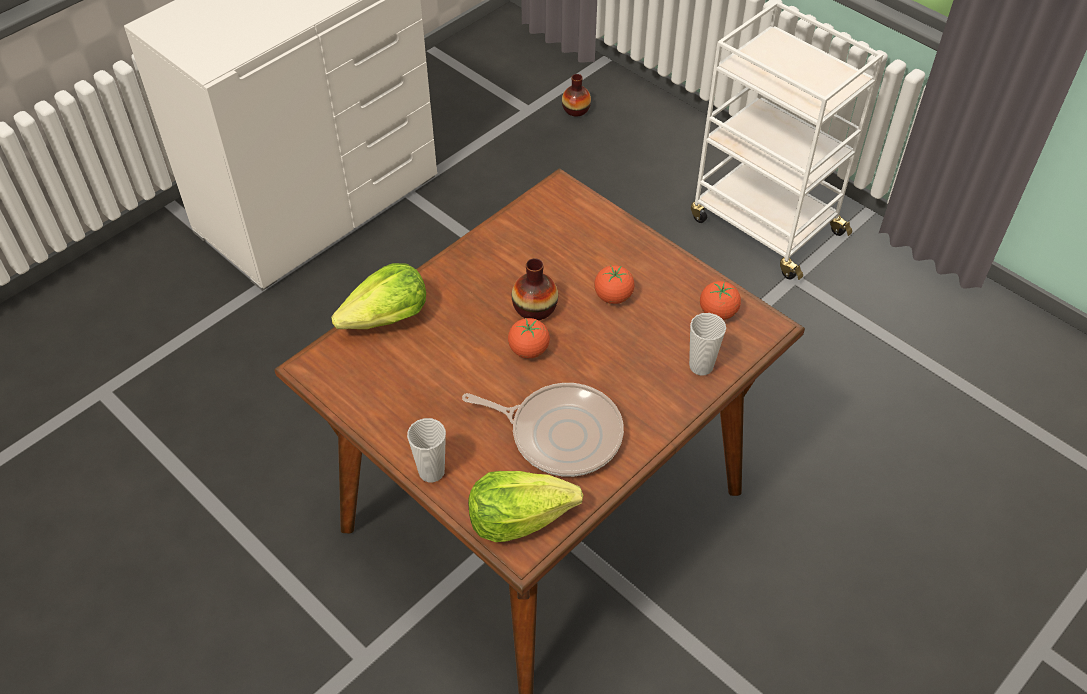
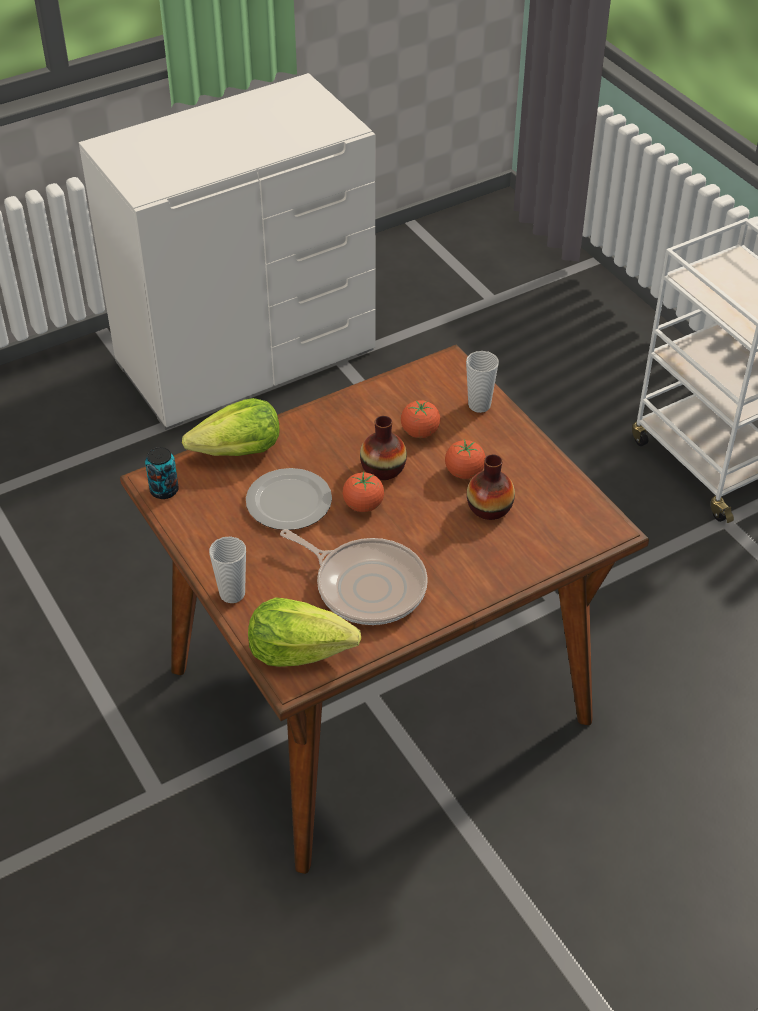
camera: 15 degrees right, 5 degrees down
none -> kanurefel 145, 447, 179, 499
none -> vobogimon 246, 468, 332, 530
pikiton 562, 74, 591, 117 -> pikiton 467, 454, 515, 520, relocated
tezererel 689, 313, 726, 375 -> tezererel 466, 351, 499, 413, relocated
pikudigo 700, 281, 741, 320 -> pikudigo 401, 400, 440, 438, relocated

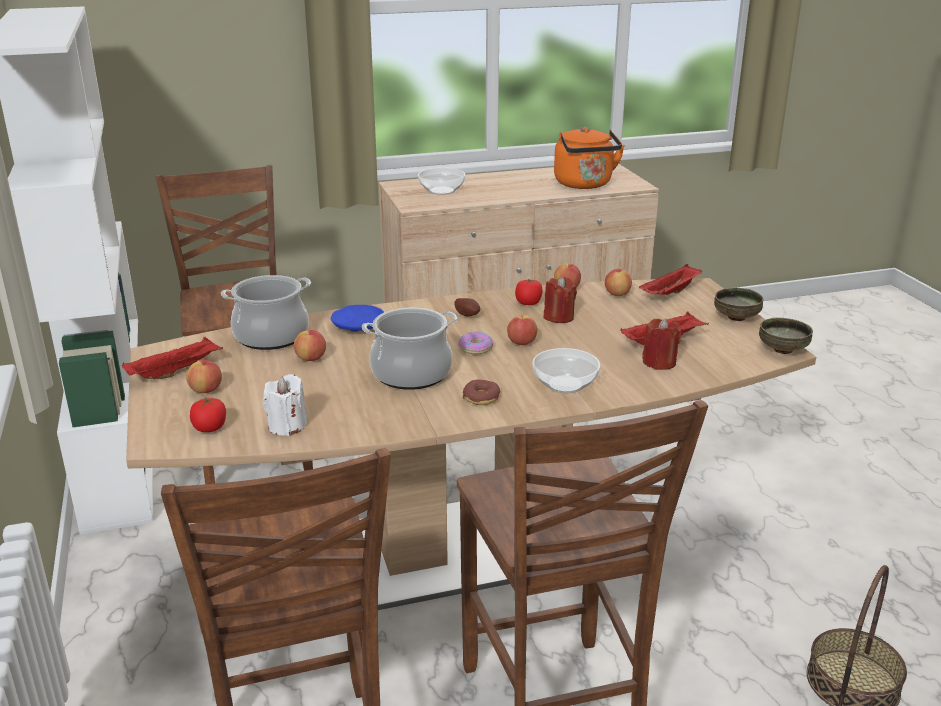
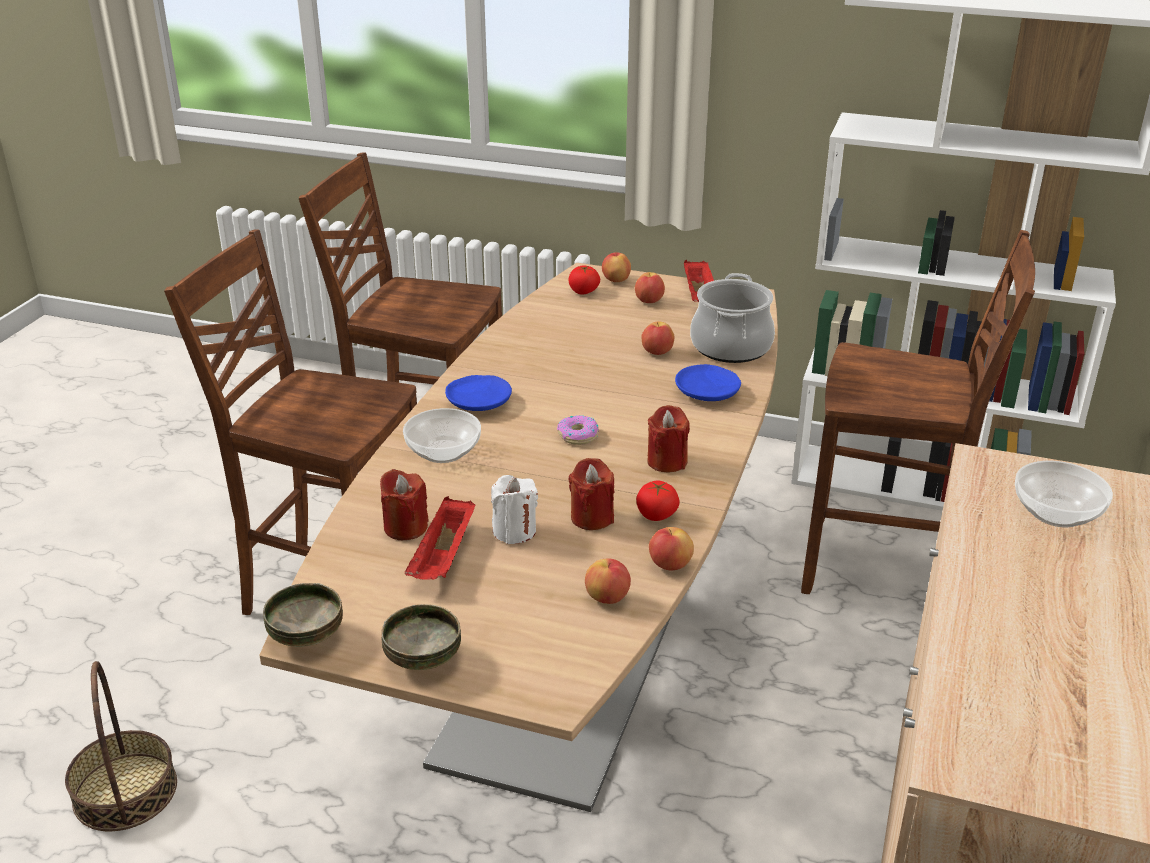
camera: 125 degrees right, 5 degrees up
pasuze 362, 308, 457, 390 -> none
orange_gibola 554, 127, 625, 189 -> none
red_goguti 639, 264, 703, 295 -> none
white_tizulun 263, 374, 307, 436 -> white_tizulun 491, 475, 538, 544, relocated
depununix 507, 315, 537, 345 -> depununix 602, 251, 631, 282, relocated
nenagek 455, 298, 480, 317 -> red_tizulun 647, 405, 690, 472
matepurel 463, 380, 500, 405 -> blue_vobogimon 445, 375, 512, 411

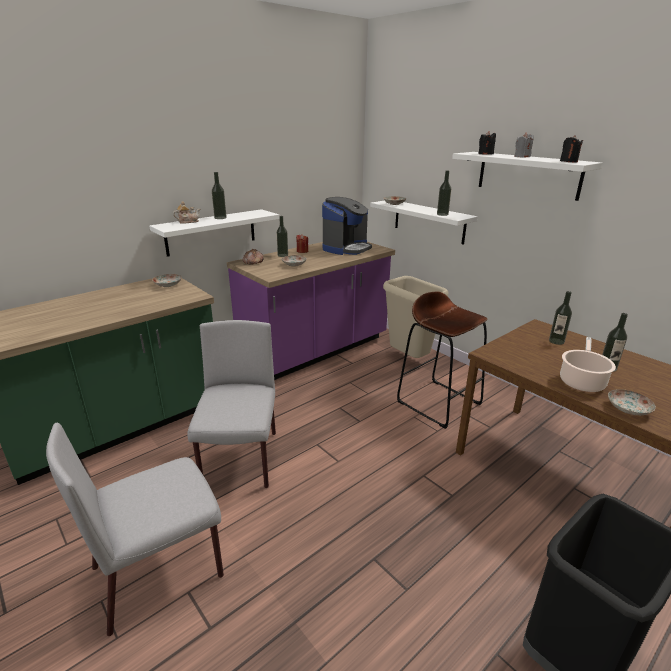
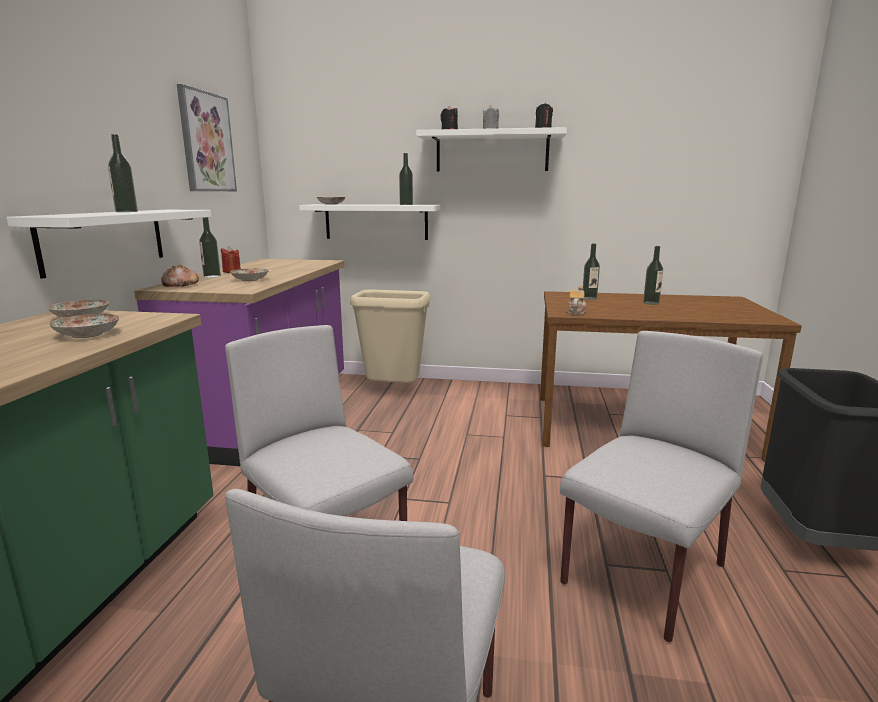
camera: 40 degrees left, 10 degrees down
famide 322, 197, 372, 255 -> none
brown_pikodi 397, 292, 488, 429 -> none
pasuze 560, 337, 616, 392 -> none
none -> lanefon 177, 84, 237, 191
none -> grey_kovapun 560, 331, 763, 642
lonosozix 173, 201, 200, 224 -> lonosozix 567, 286, 587, 315, relocated
vobogimon 608, 389, 656, 416 -> vobogimon 49, 314, 120, 338, relocated

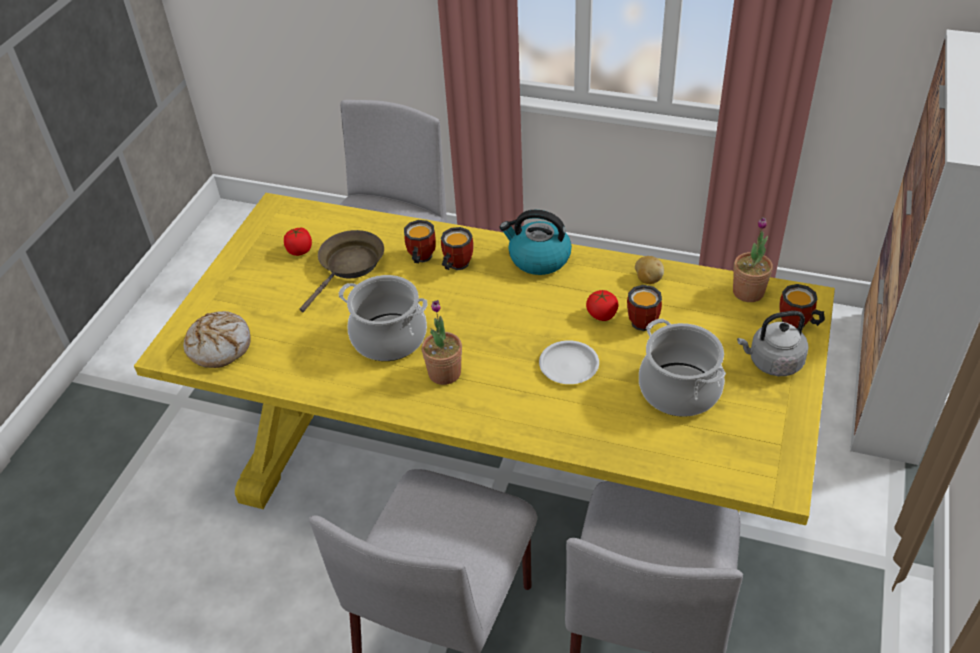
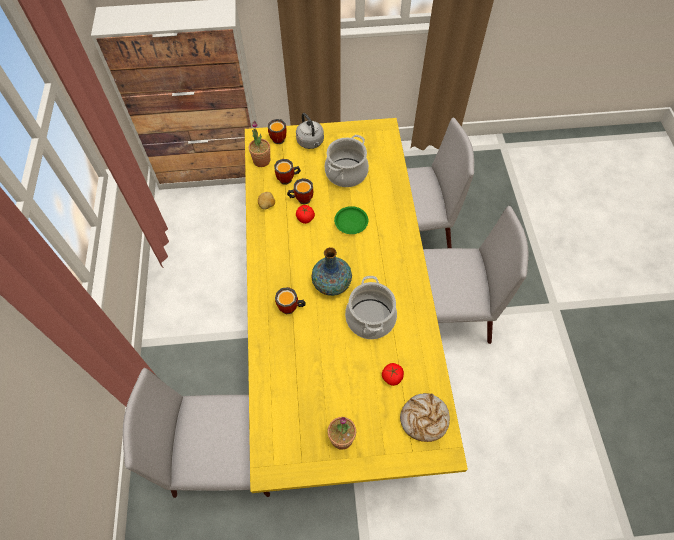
camera: 115 degrees left, 15 degrees up
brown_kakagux 300, 230, 384, 312 -> none
gibola 500, 210, 572, 275 -> none
none -> pikiton 311, 247, 352, 296
pikudigo 284, 227, 312, 256 -> pikudigo 382, 363, 404, 386, relocated
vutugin 404, 220, 436, 263 -> vutugin 274, 159, 301, 185, relocated
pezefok 422, 300, 462, 385 -> pezefok 328, 417, 356, 450, relocated
white_vobogimon 539, 340, 599, 384 -> green_vobogimon 334, 206, 368, 234

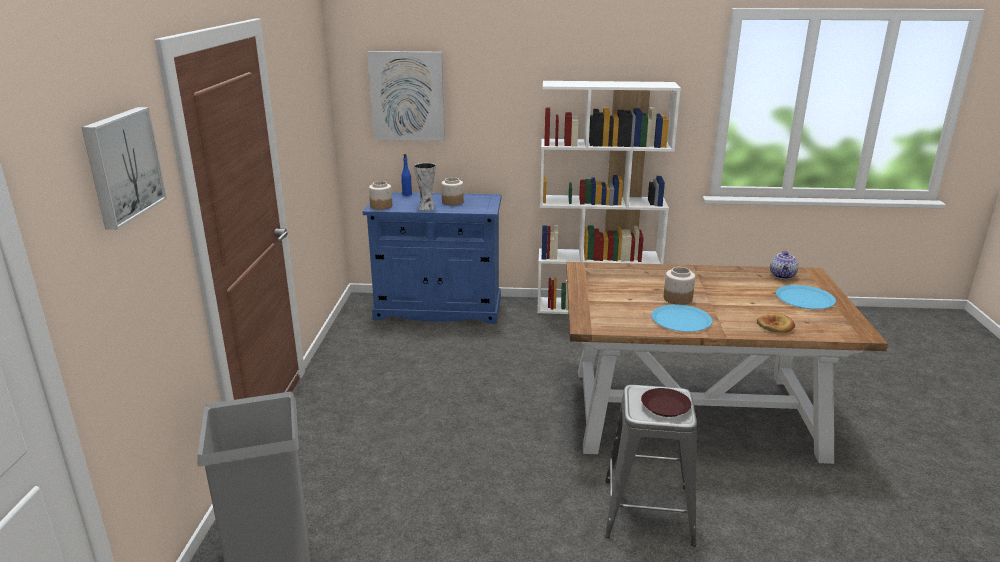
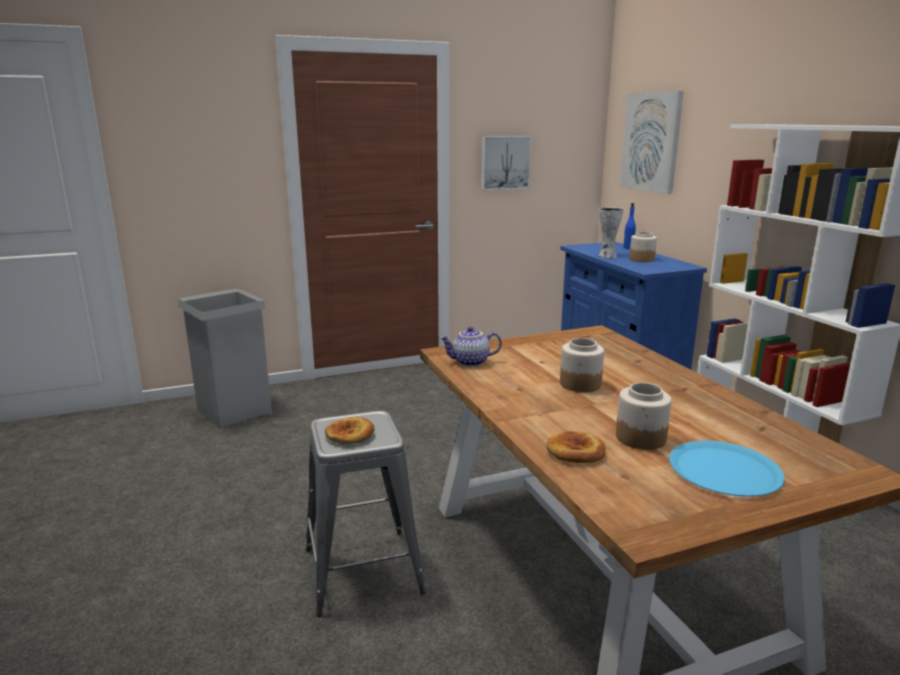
camera: 65 degrees right, 5 degrees down
blue_vobogimon 651, 304, 712, 332 -> none
lanefon 81, 107, 167, 229 -> lanefon 481, 136, 532, 191, relocated
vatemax 369, 181, 392, 210 -> vatemax 616, 383, 672, 450, relocated
lonosozix 770, 250, 798, 279 -> lonosozix 440, 327, 502, 367, relocated
brown_vobogimon 641, 388, 691, 417 -> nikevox 325, 417, 374, 444

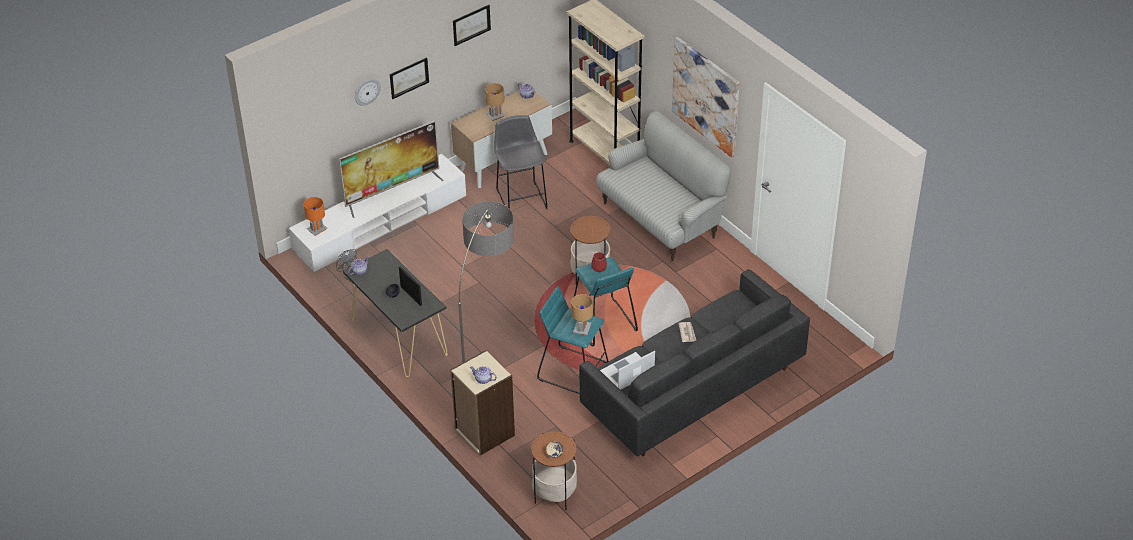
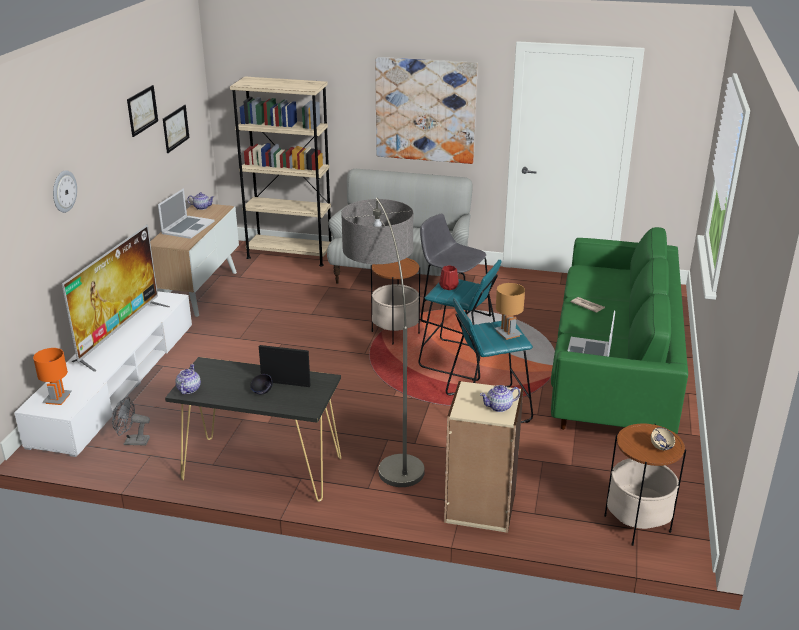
camera: 40 degrees left, 15 degrees down
lanefon 390, 57, 429, 99 -> lanefon 163, 105, 189, 153, relocated
grey_pikodi 494, 115, 548, 209 -> grey_pikodi 420, 214, 492, 335, relocated
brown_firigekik 485, 83, 506, 121 -> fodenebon 158, 188, 215, 239
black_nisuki 579, 269, 810, 456 -> green_nisuki 551, 227, 688, 434

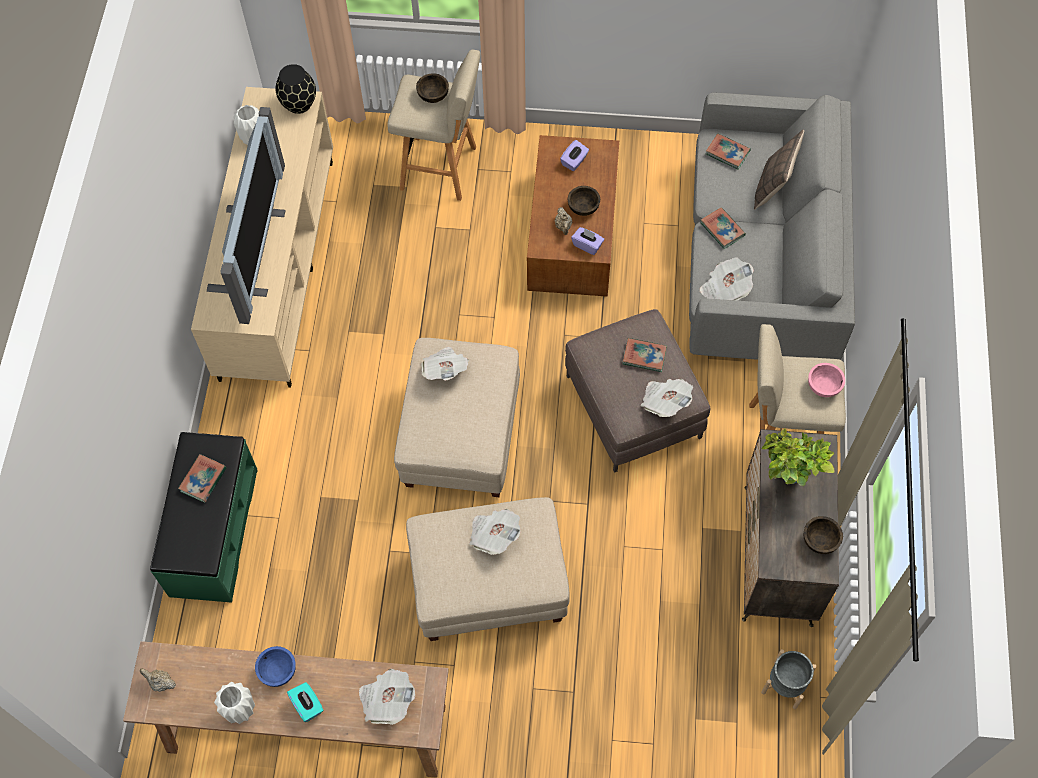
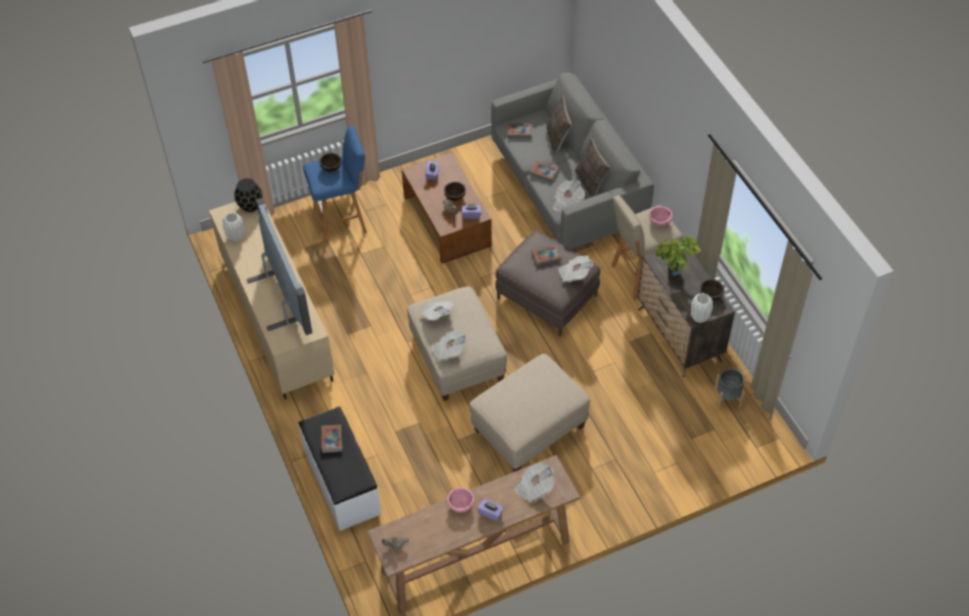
camera: 30 degrees left, 10 degrees down
none -> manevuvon 575, 138, 610, 197
white_pikiton 214, 682, 255, 724 -> white_pikiton 691, 293, 713, 323, relocated
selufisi 469, 509, 521, 555 -> selufisi 431, 330, 467, 361, relocated
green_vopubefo 150, 432, 258, 603 -> white_vopubefo 298, 406, 381, 531
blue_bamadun 255, 646, 296, 687 -> pink_bamadun 447, 487, 474, 513
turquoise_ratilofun 287, 682, 324, 722 -> purple_ratilofun 477, 499, 504, 521
beige_pikodi 387, 50, 481, 201 -> blue_pikodi 303, 126, 367, 243

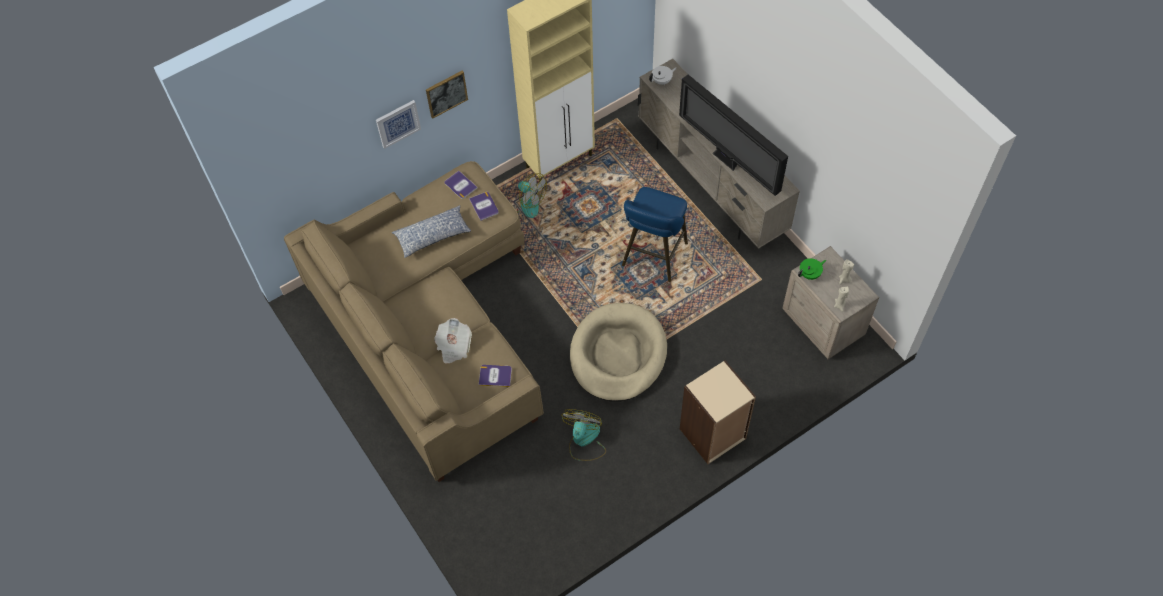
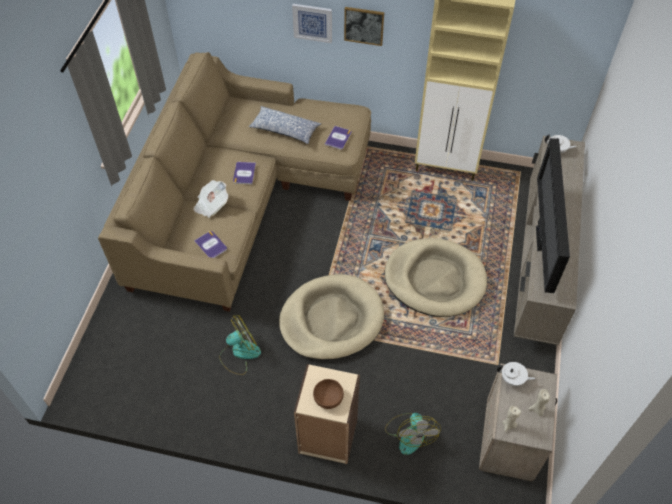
camera: 45 degrees right, 5 degrees down
none -> brown_bamadun 313, 379, 344, 409
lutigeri 444, 171, 478, 199 -> lutigeri 233, 162, 256, 185, relocated
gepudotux 508, 173, 547, 218 -> gepudotux 385, 413, 441, 455, relocated
blue_pikodi 622, 187, 688, 282 -> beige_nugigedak 384, 238, 487, 317
green_lonosozix 798, 258, 826, 280 -> white_lonosozix 497, 362, 535, 386

